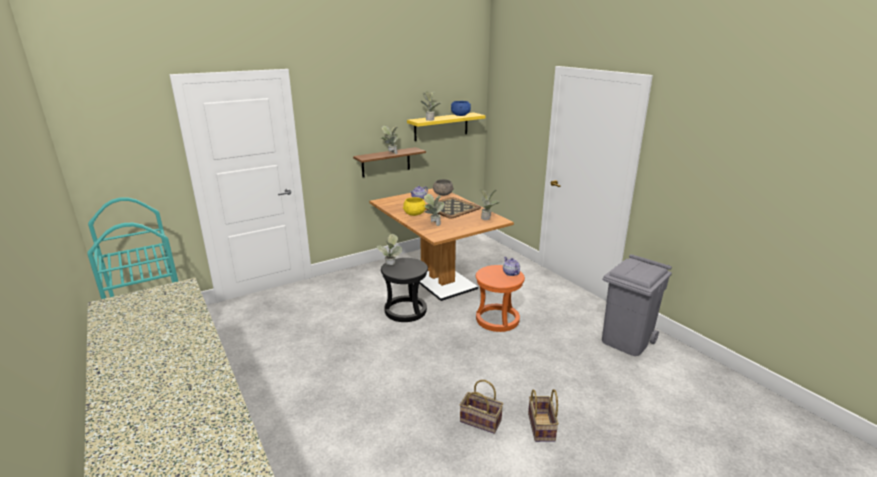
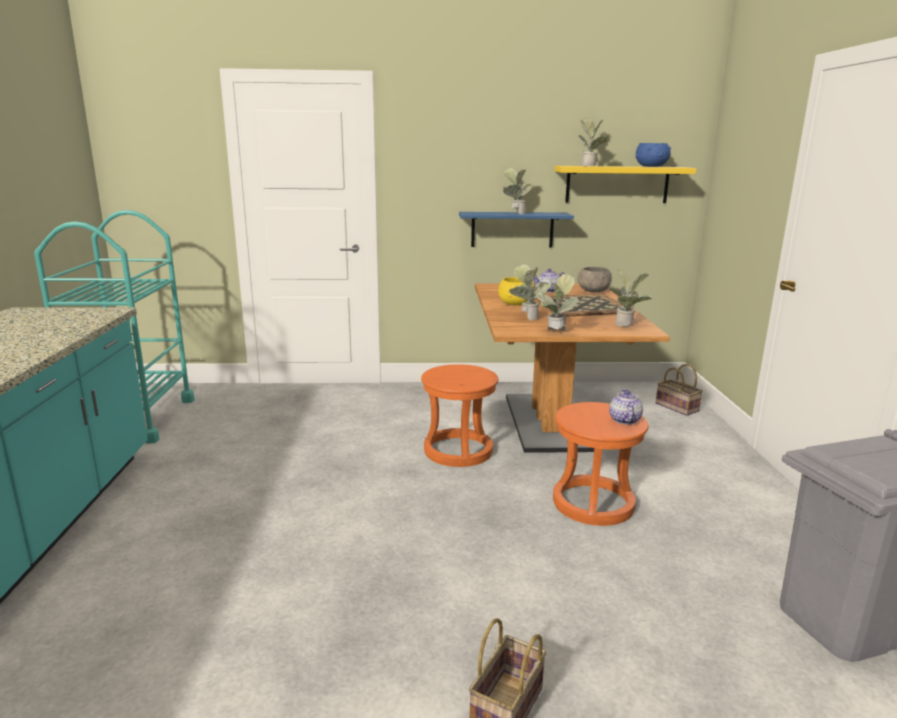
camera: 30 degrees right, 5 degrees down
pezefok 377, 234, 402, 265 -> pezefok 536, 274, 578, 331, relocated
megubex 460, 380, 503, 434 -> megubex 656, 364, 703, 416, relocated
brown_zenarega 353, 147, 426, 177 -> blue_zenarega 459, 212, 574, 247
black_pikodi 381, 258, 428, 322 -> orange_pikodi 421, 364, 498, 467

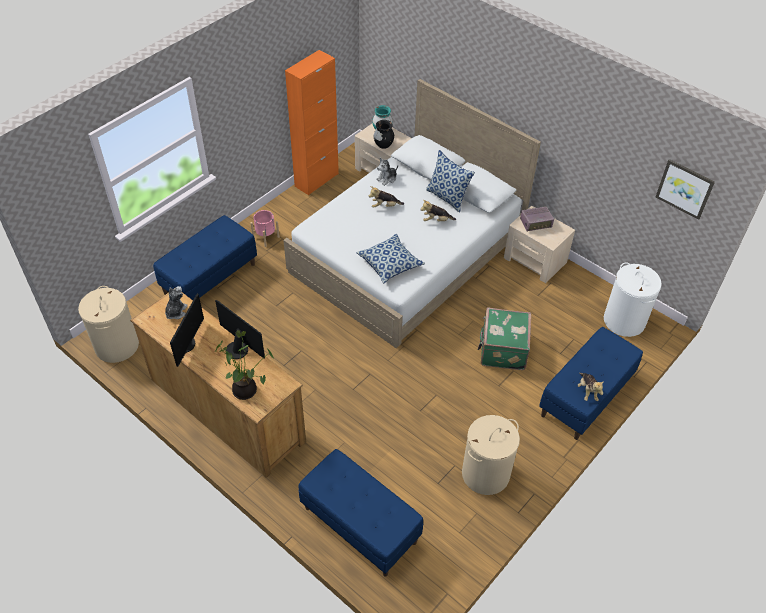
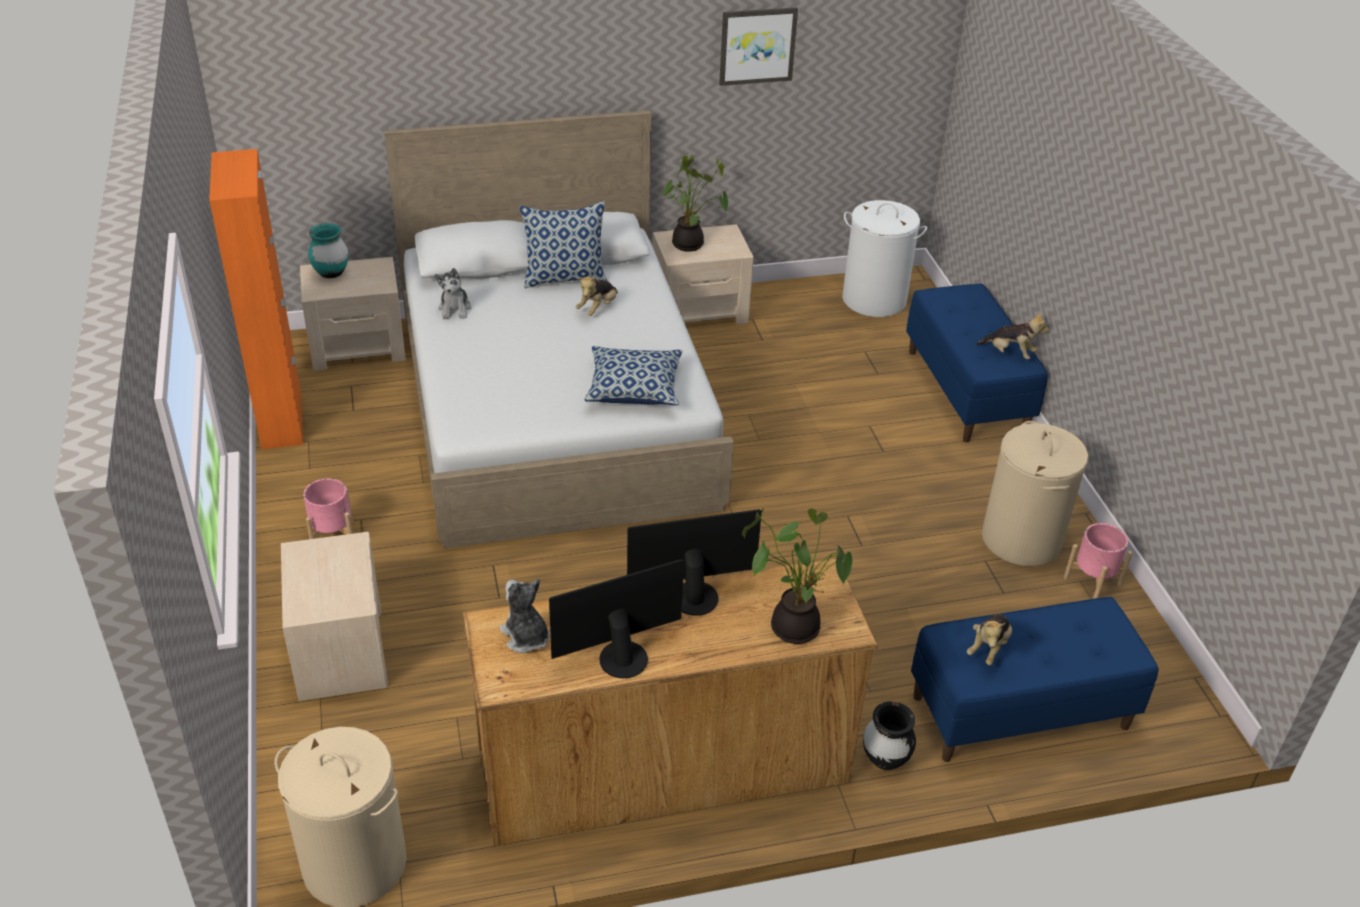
camera: 55 degrees left, 10 degrees down
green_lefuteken 478, 307, 531, 370 -> none
none -> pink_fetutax 1064, 523, 1133, 599
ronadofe 369, 186, 404, 208 -> ronadofe 967, 614, 1012, 665, relocated
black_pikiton 374, 120, 394, 149 -> black_pikiton 863, 701, 916, 770, relocated
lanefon 656, 159, 715, 220 -> lanefon 719, 7, 798, 86, relocated
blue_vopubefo 153, 215, 257, 300 -> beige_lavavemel 281, 532, 388, 701
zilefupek 520, 207, 554, 232 -> pezefok 663, 155, 728, 252
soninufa 170, 293, 204, 367 -> soninufa 549, 559, 684, 678, 75 degrees counterclockwise

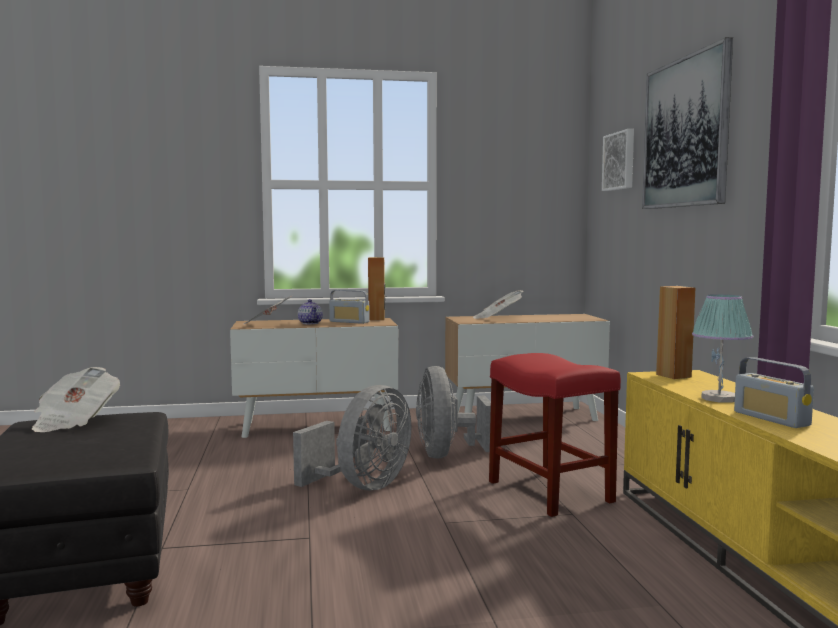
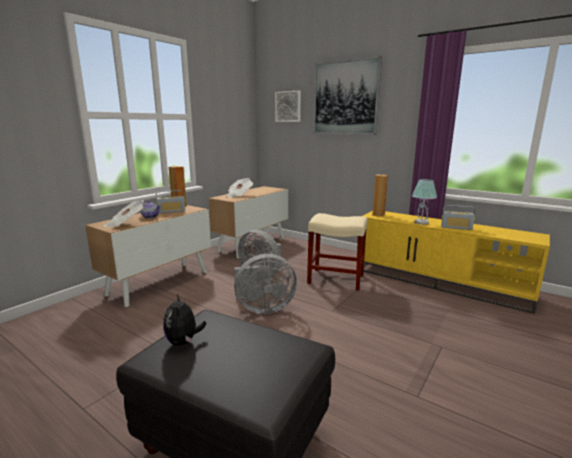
camera: 45 degrees left, 10 degrees up
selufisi 32, 367, 120, 432 -> ronadofe 163, 294, 206, 346
red_pikodi 489, 353, 621, 517 -> beige_pikodi 307, 213, 368, 290
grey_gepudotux 293, 385, 411, 490 -> grey_gepudotux 234, 254, 297, 314, 90 degrees clockwise

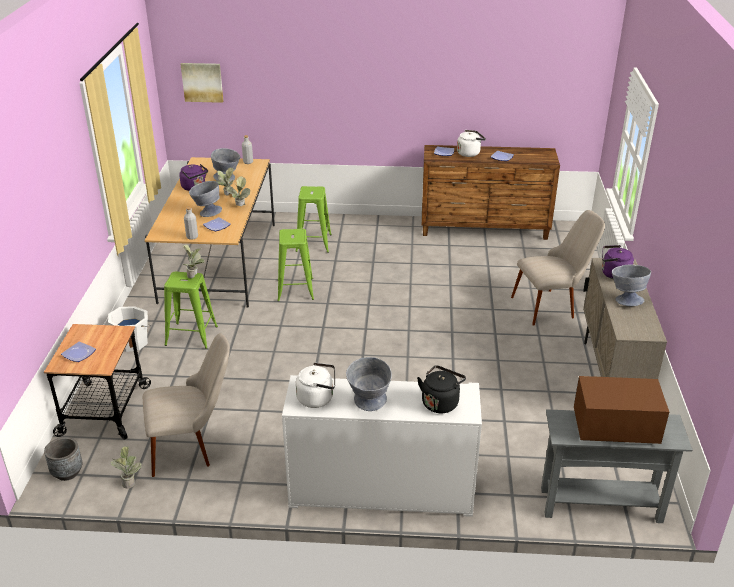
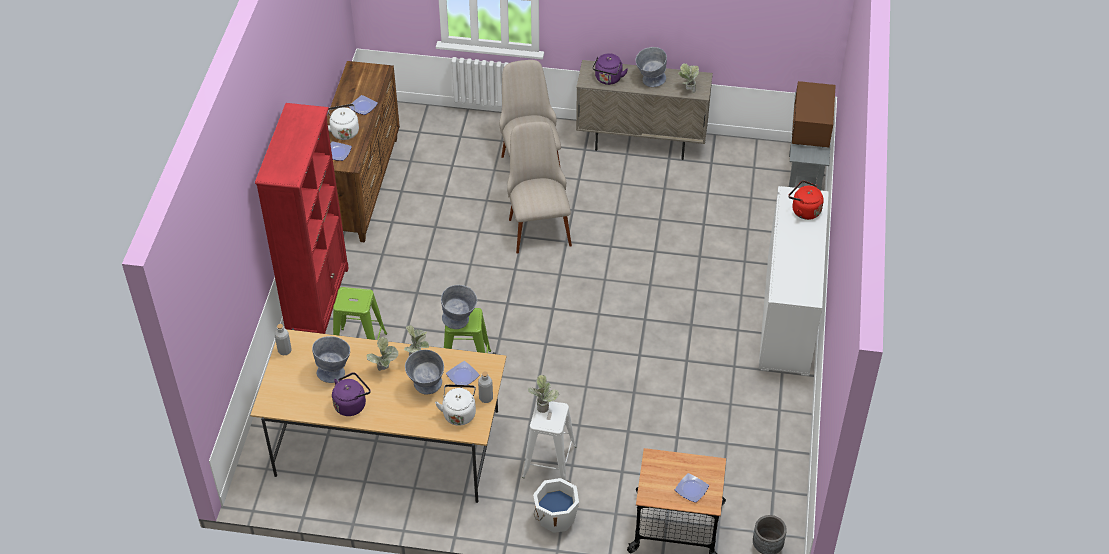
camera: 85 degrees left, 15 degrees up
lanefon 180, 63, 223, 103 -> none
none -> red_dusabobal 255, 103, 349, 334
pezefok 111, 446, 142, 489 -> pezefok 678, 63, 699, 93, relocated
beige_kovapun 143, 333, 230, 477 -> beige_kovapun 507, 122, 572, 254, relocated
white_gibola 296, 362, 335, 408 -> white_gibola 435, 384, 476, 426, relocated
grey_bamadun 346, 357, 392, 411 -> grey_bamadun 441, 285, 477, 329, relocated
green_pikodi 164, 272, 218, 349 -> white_pikodi 522, 401, 577, 480
black_gibola 417, 365, 466, 413 -> red_gibola 788, 181, 824, 220

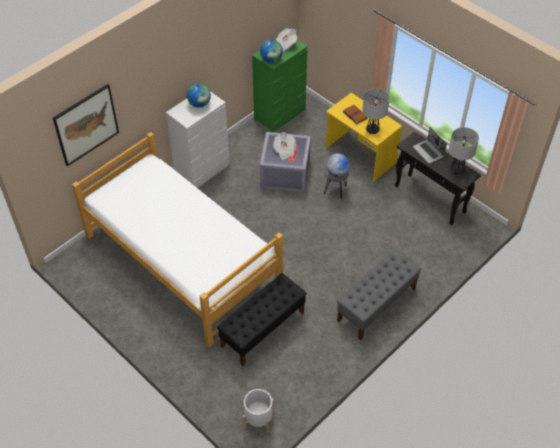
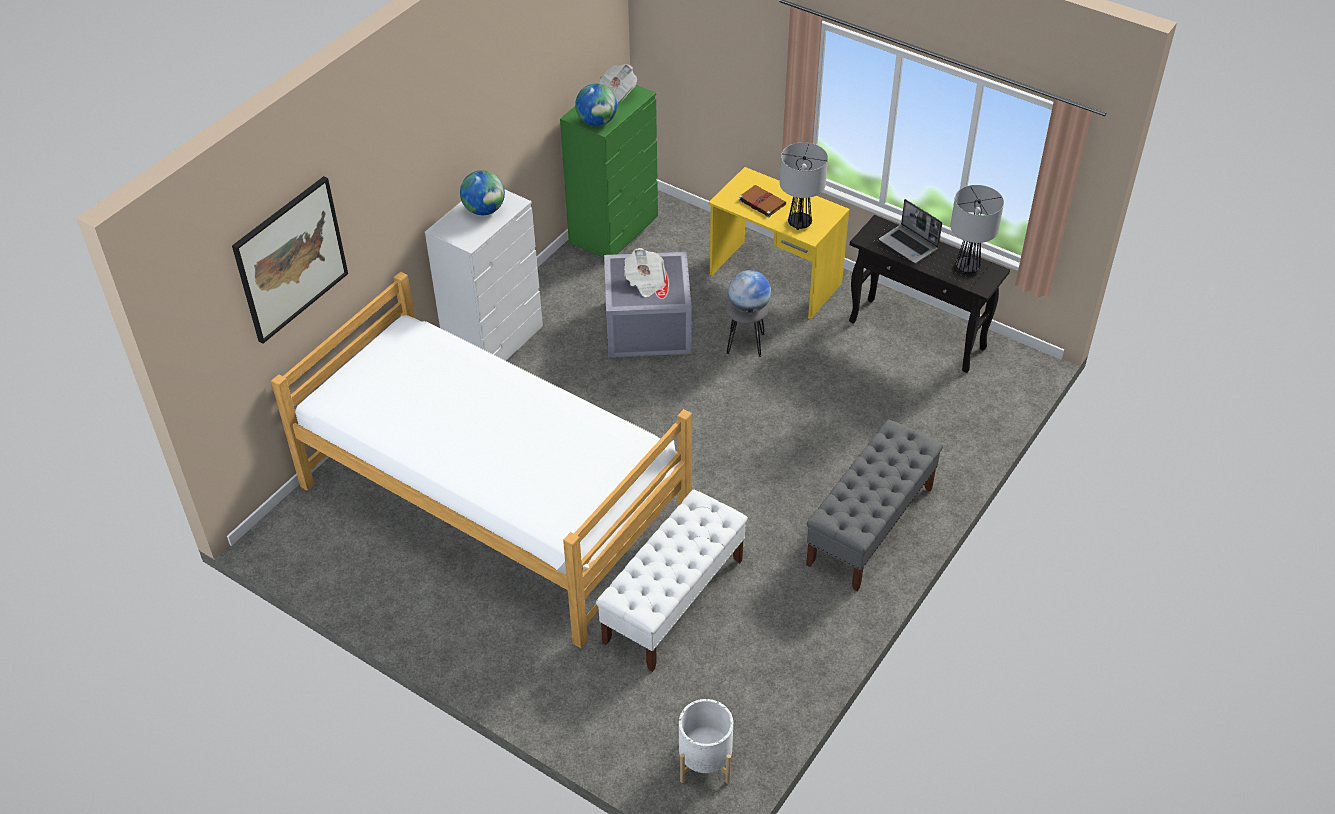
camera: 10 degrees left, 5 degrees down
black_vopubefo 217, 273, 307, 366 -> white_vopubefo 596, 489, 748, 672

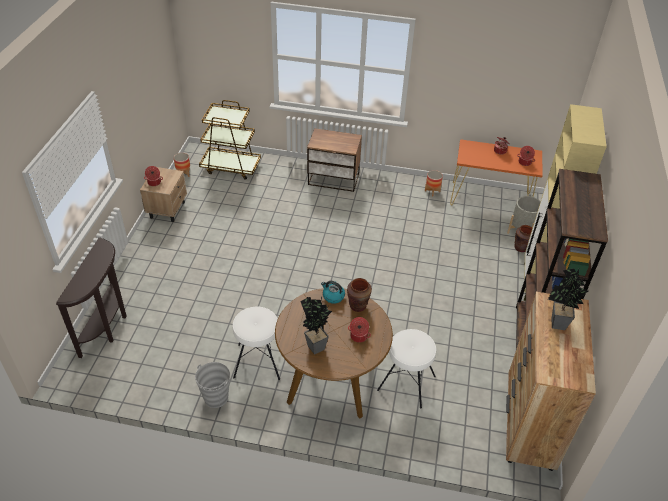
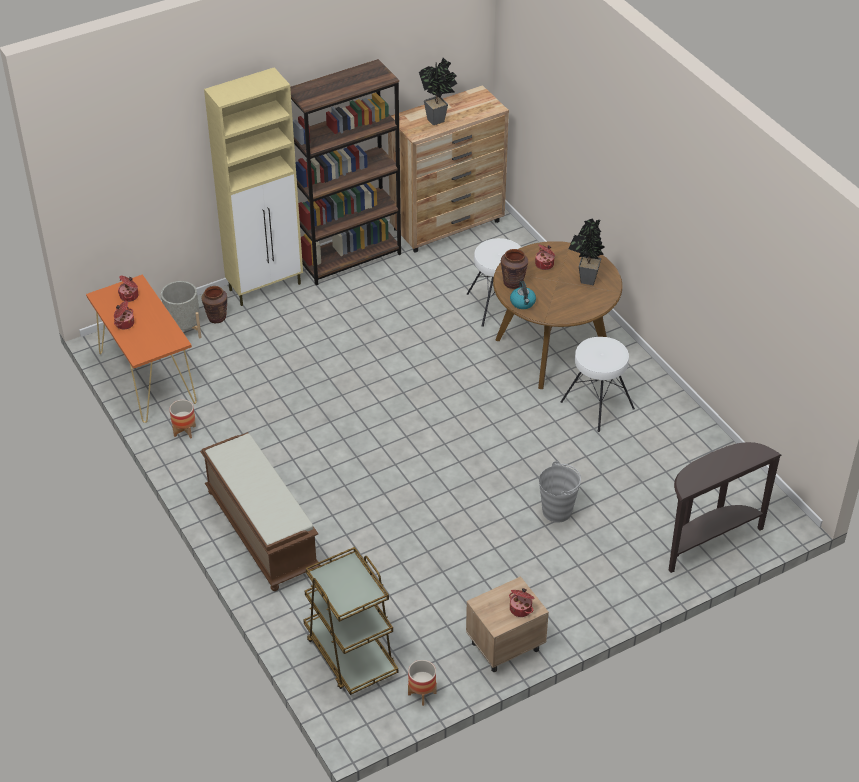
camera: 130 degrees left, 0 degrees up
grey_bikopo 195, 362, 230, 408 -> grey_bikopo 539, 461, 581, 523, relocated
lavavemel 307, 128, 362, 192 -> brown_vopubefo 200, 432, 320, 591

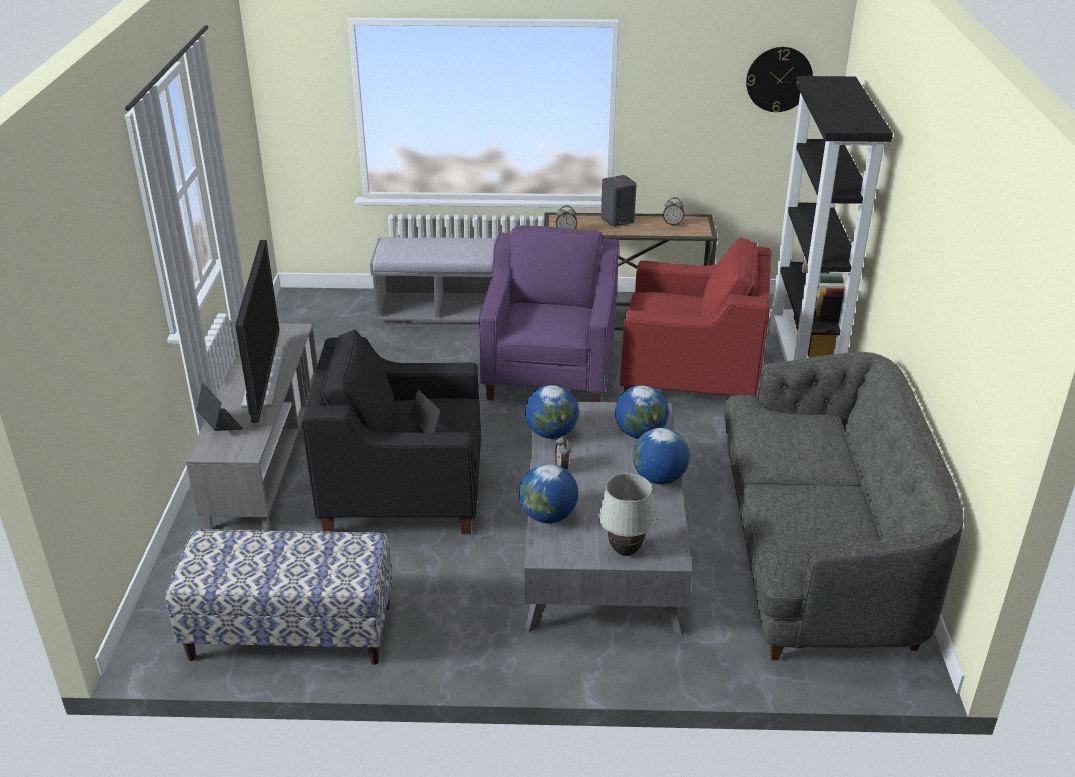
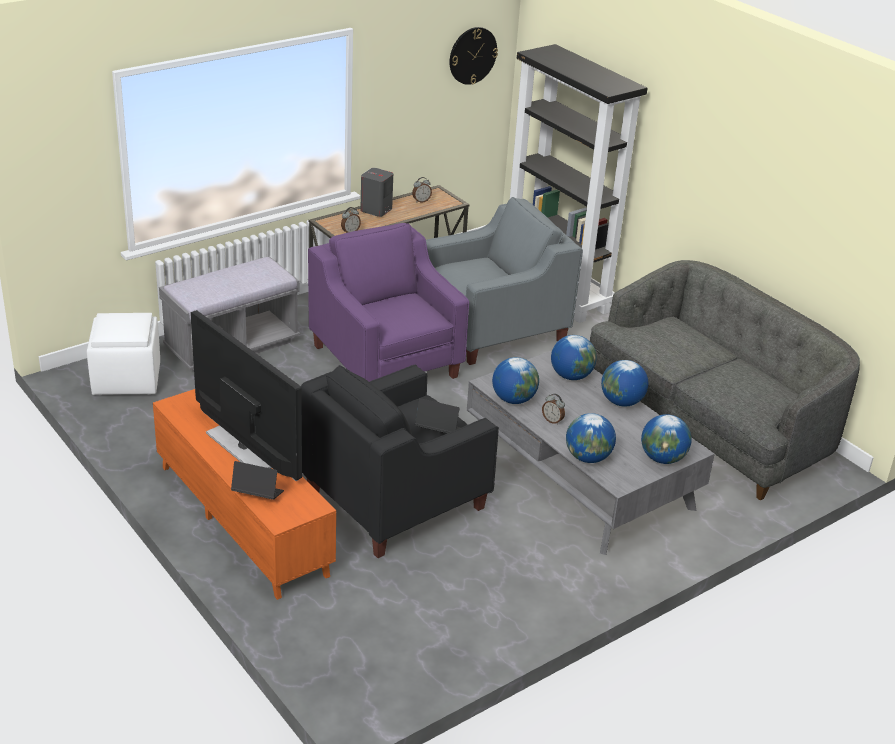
camera: 40 degrees left, 0 degrees up
vopubefo 166, 529, 392, 665 -> none
none -> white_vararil 87, 313, 160, 395
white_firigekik 598, 473, 657, 556 -> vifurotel 641, 414, 692, 464
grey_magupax 186, 324, 318, 531 -> orange_magupax 153, 389, 336, 600
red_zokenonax 620, 237, 771, 397 -> grey_zokenonax 426, 197, 583, 365

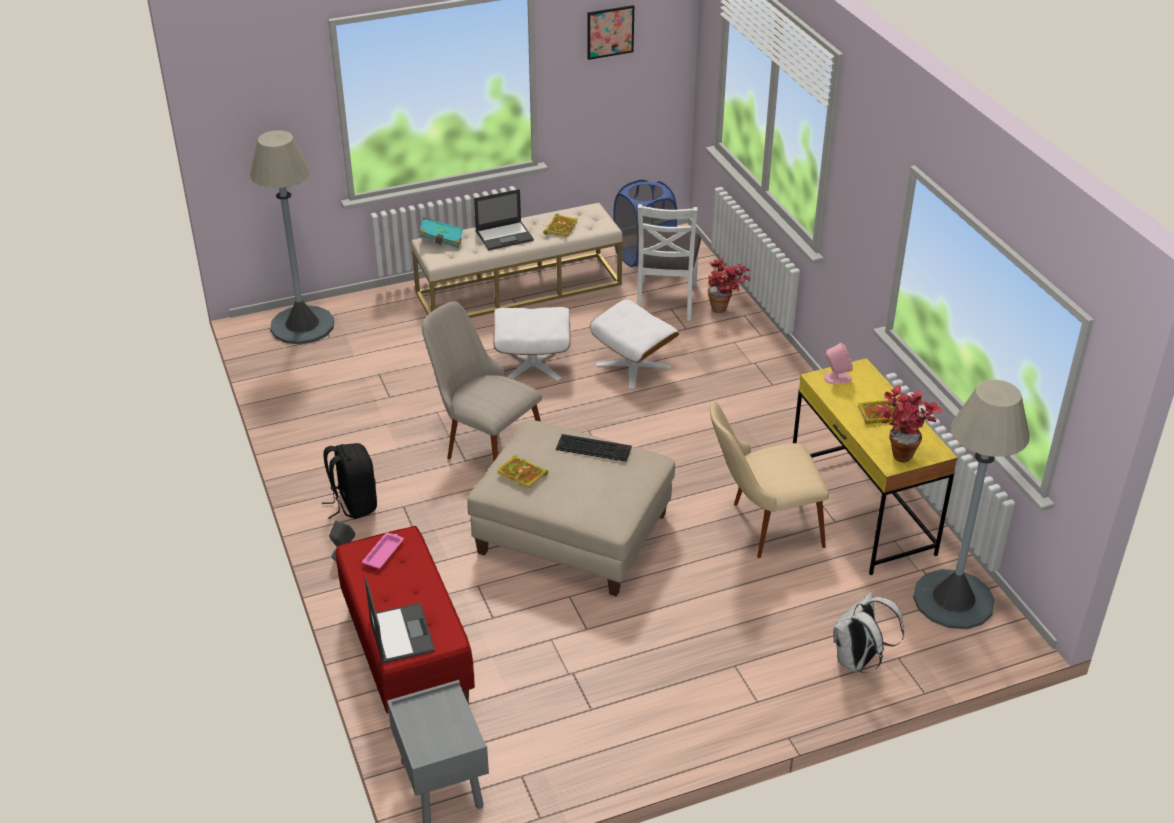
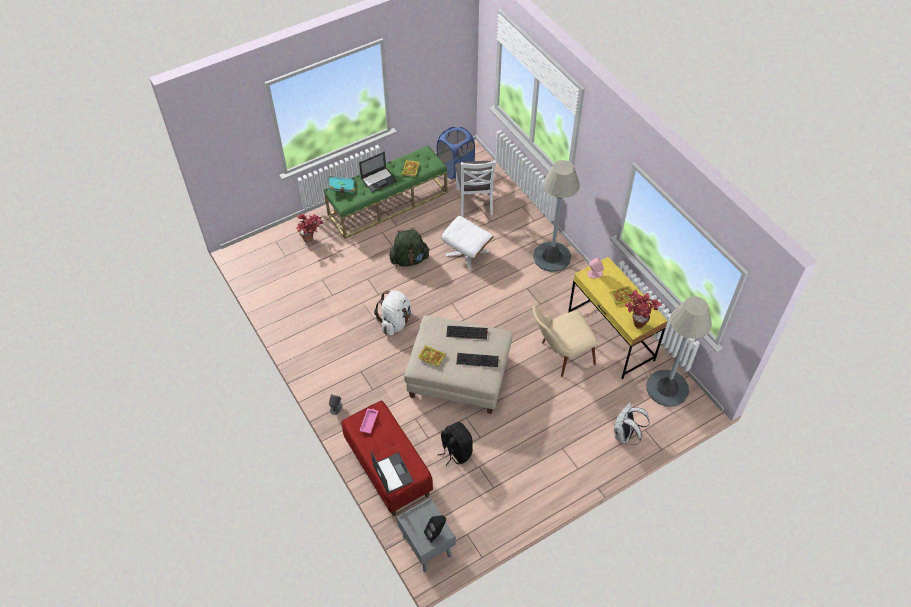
camera: 10 degrees left, 15 degrees up
lanefon 587, 5, 634, 60 -> none
none -> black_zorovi 424, 515, 446, 543
none -> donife 456, 353, 499, 368
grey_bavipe 250, 130, 334, 344 -> grey_bavipe 533, 160, 580, 272, relocated
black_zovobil 322, 443, 377, 519 -> black_zovobil 438, 422, 473, 466, relocated
pezefok 708, 258, 750, 313 -> pezefok 296, 213, 323, 243, relocated
beige_kovapun 422, 301, 542, 462 -> white_zovobil 374, 290, 411, 336
white_vararil 493, 307, 571, 381 -> green_zovobil 389, 228, 430, 267
beige_vopubefo 411, 203, 622, 318 -> green_vopubefo 324, 146, 447, 239

